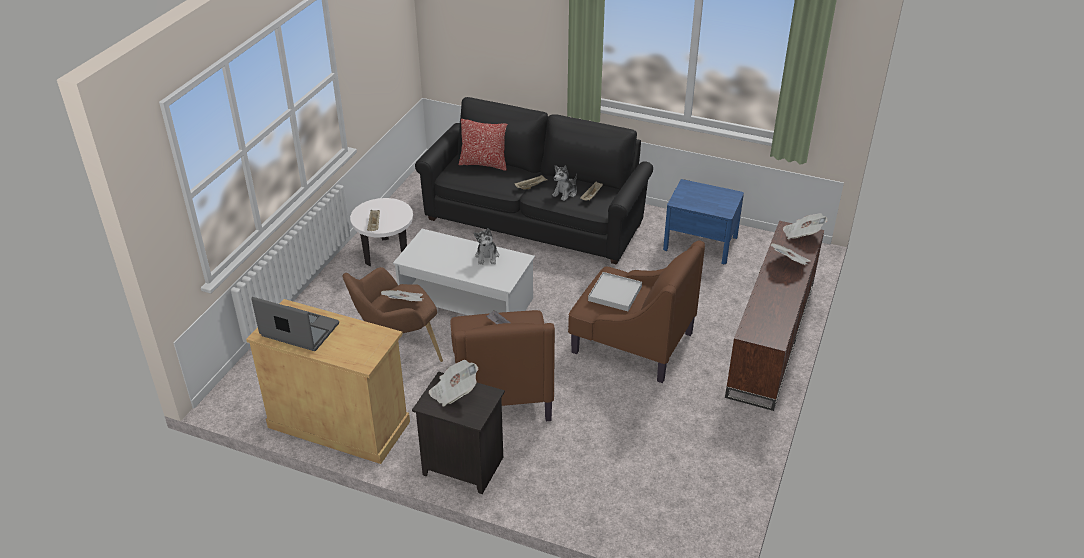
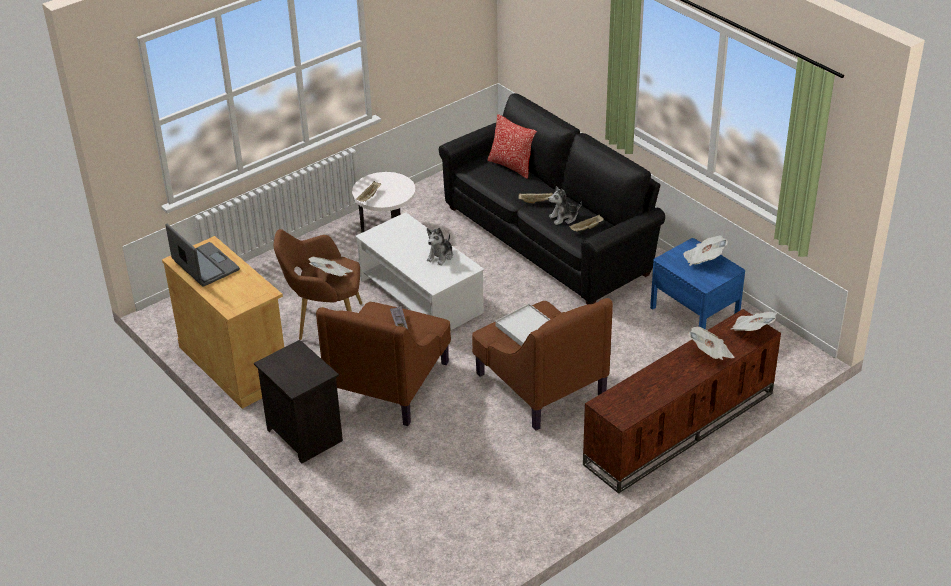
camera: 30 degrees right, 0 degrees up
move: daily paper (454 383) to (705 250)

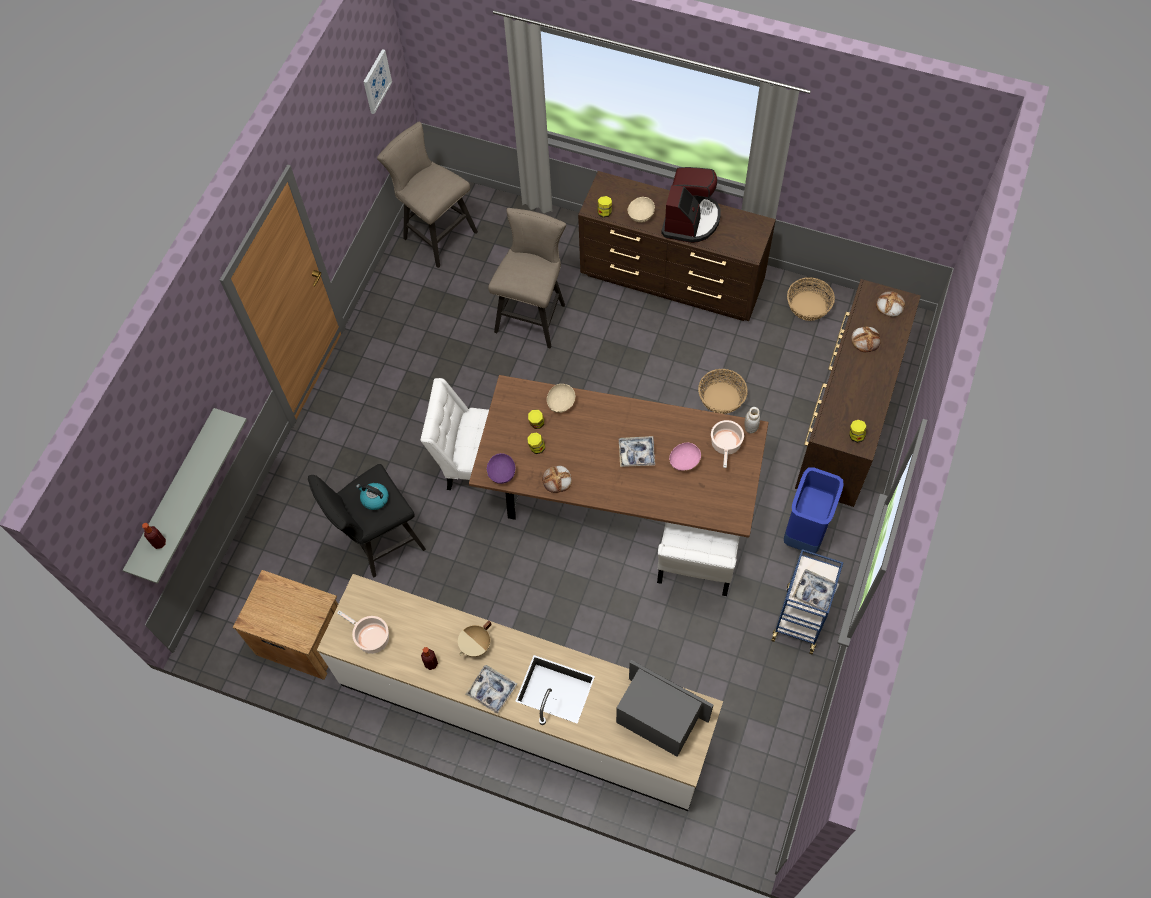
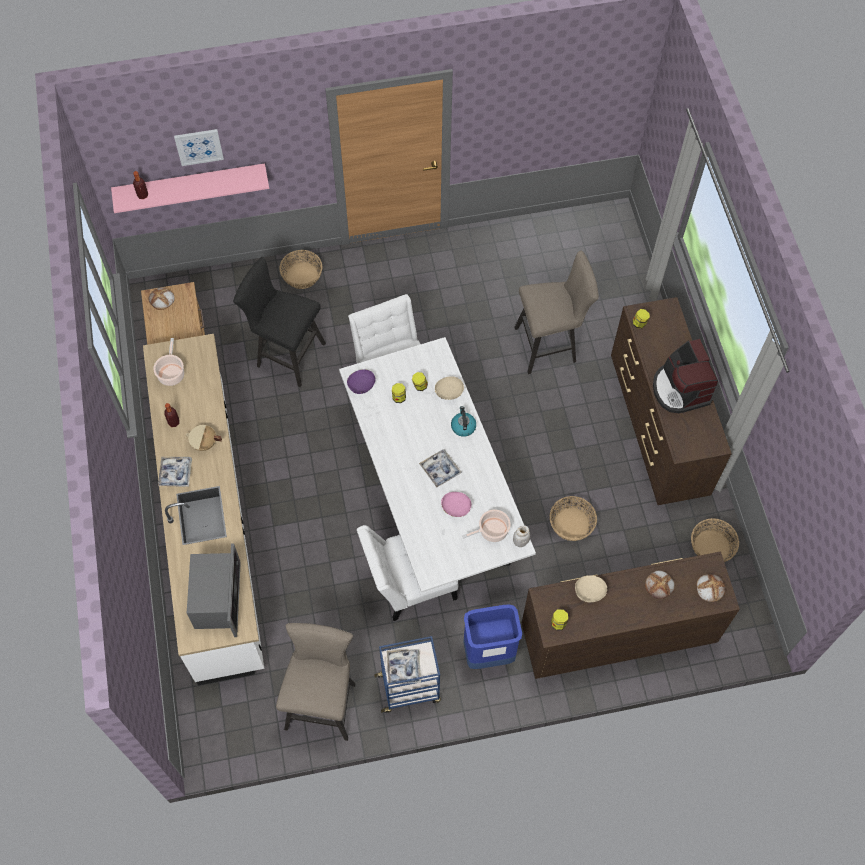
camera: 55 degrees right, 0 degrees up
insert: storage basket (300 269)
move: water kettle (372 496) to (463 421); picture (378 81) to (199 147); sand-coloured stool (427 195) to (315 682); baked bread (557 479) to (162 298); sand-coloured serving bowl (641 210) to (591 589)
recolor: greyish shelf (185 496) to pink shelf (190 188); brown-coloured dinner table (619 456) to whitish dinner table (437 465)
rotate: coffee maker (691 205) = (685 376) 90 degrees clockwise

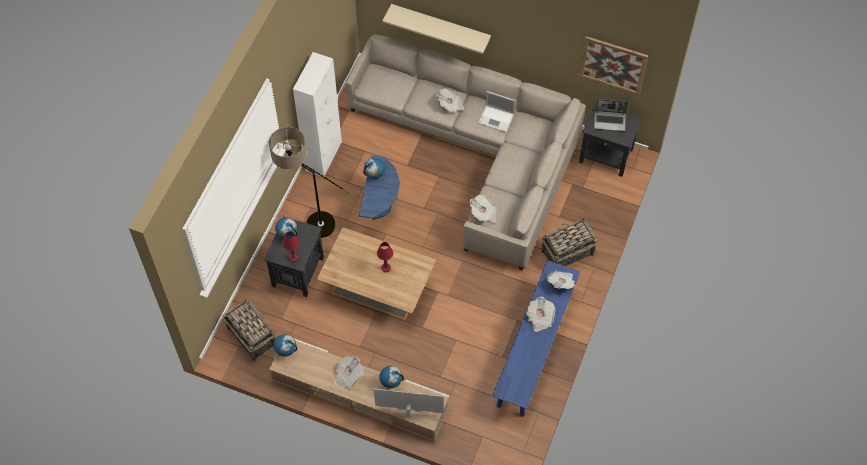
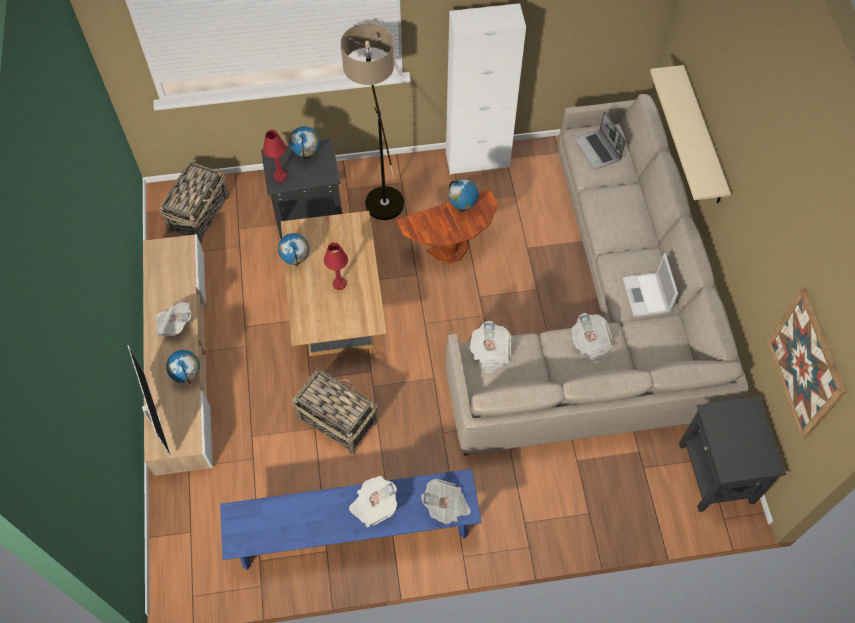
camera: 60 degrees right, 0 degrees up
move: globe (285 345) to (294 250); daily paper (450 100) to (592 338); storage basket (569 242) to (334 411); portable computer (611 115) to (600 140)
recolor: bluish side table (379 187) to brown-coloured side table (447 226)

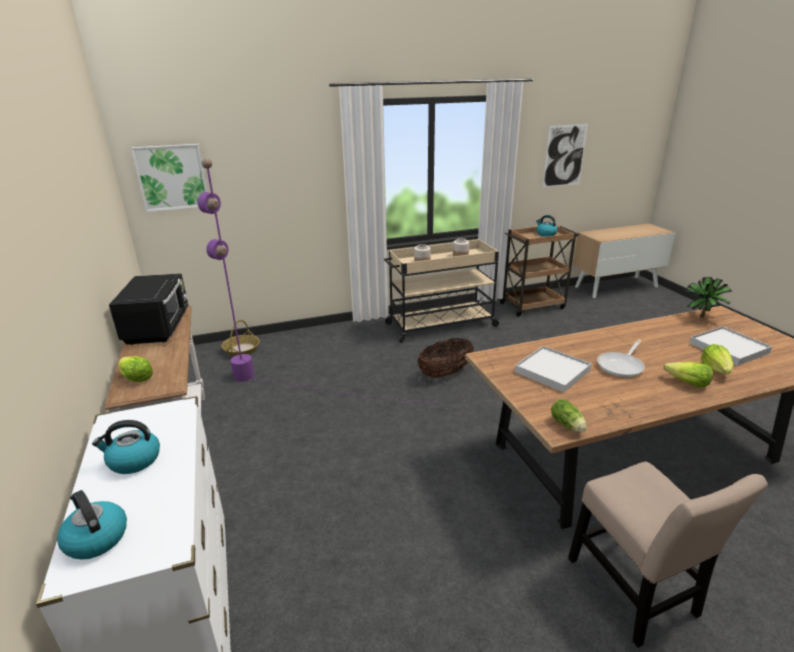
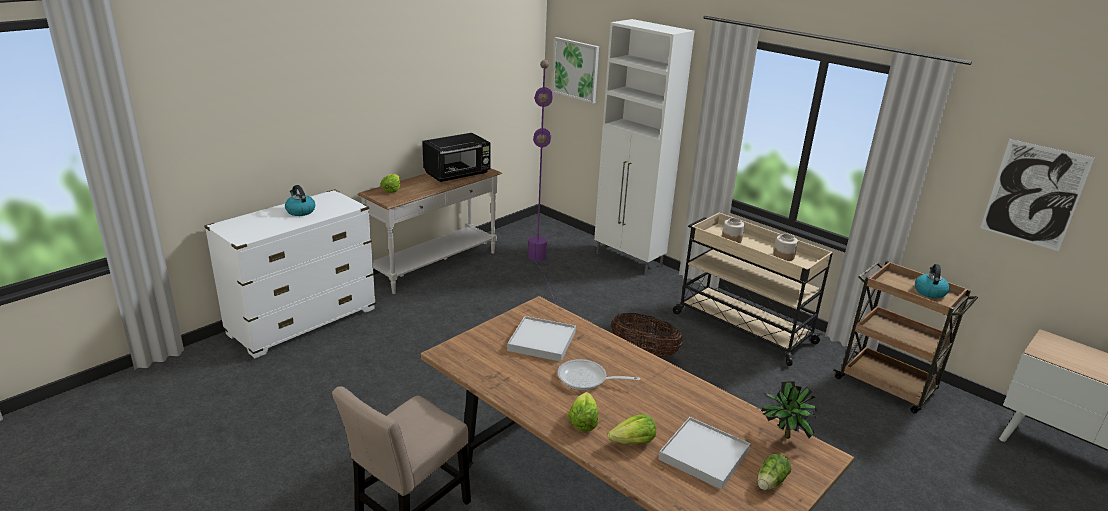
camera: 60 degrees right, 0 degrees up
delete: water kettle (92 525); storage basket (240 338)
insert: whitish cabinet (644 147)
move: head of lettuce (569 416) to (774 472)

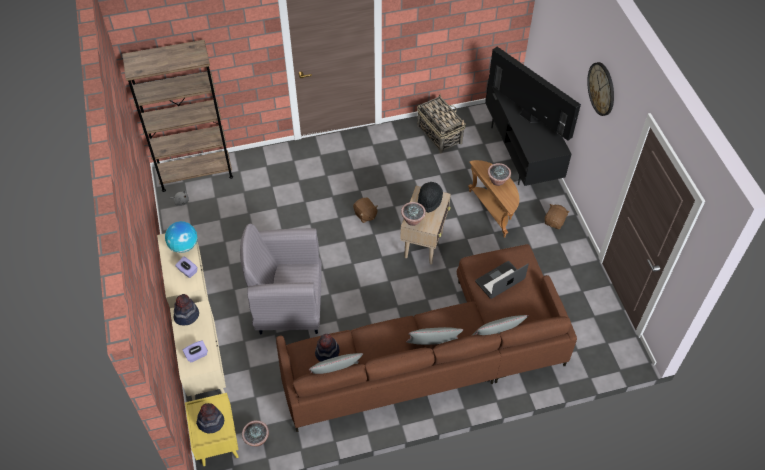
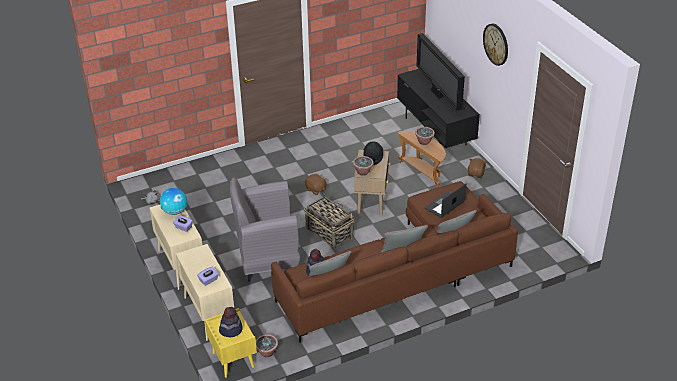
camera: 10 degrees left, 15 degrees down
delete: brown-coloured bookcase (177 116); clothing hat (186 310)
move: storage basket (441 123) to (329 222)
rotate: TV set (534 94) = (441 72) 150 degrees counterclockwise

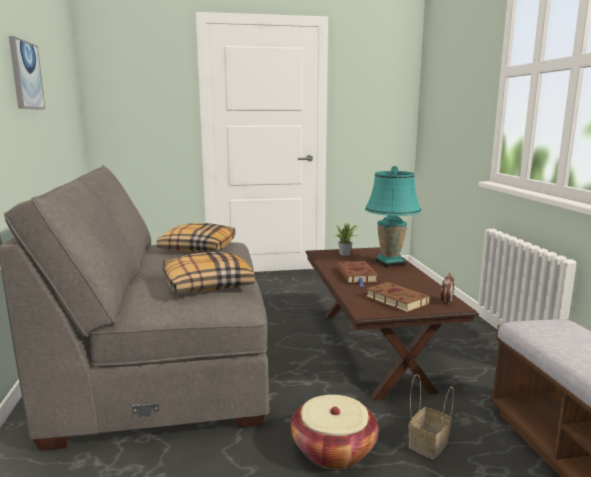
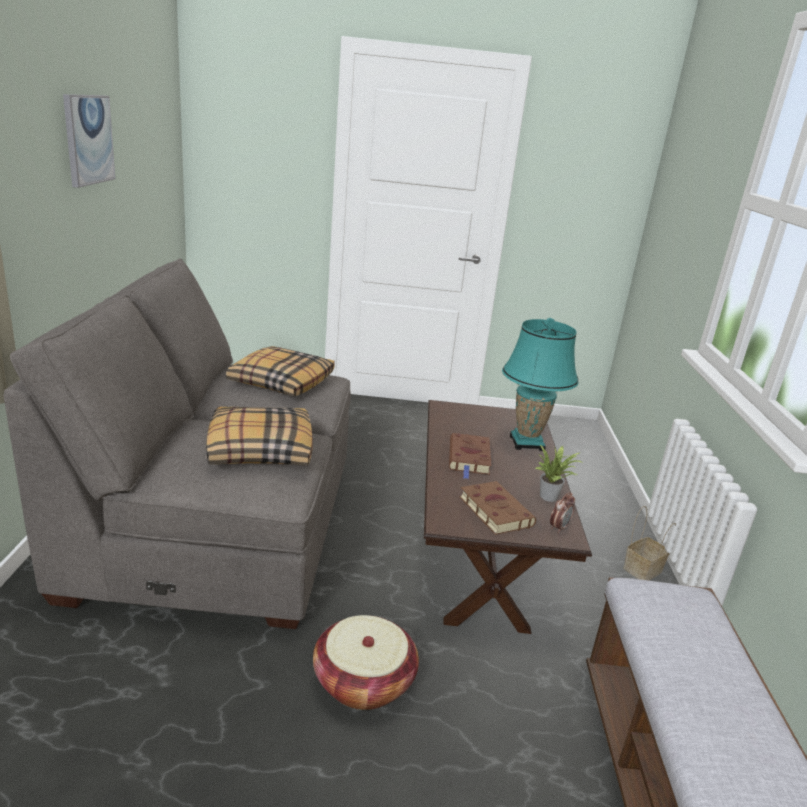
camera: 10 degrees right, 10 degrees up
move: houseplant (347 239) to (559 473); storage basket (431 416) to (649 543)

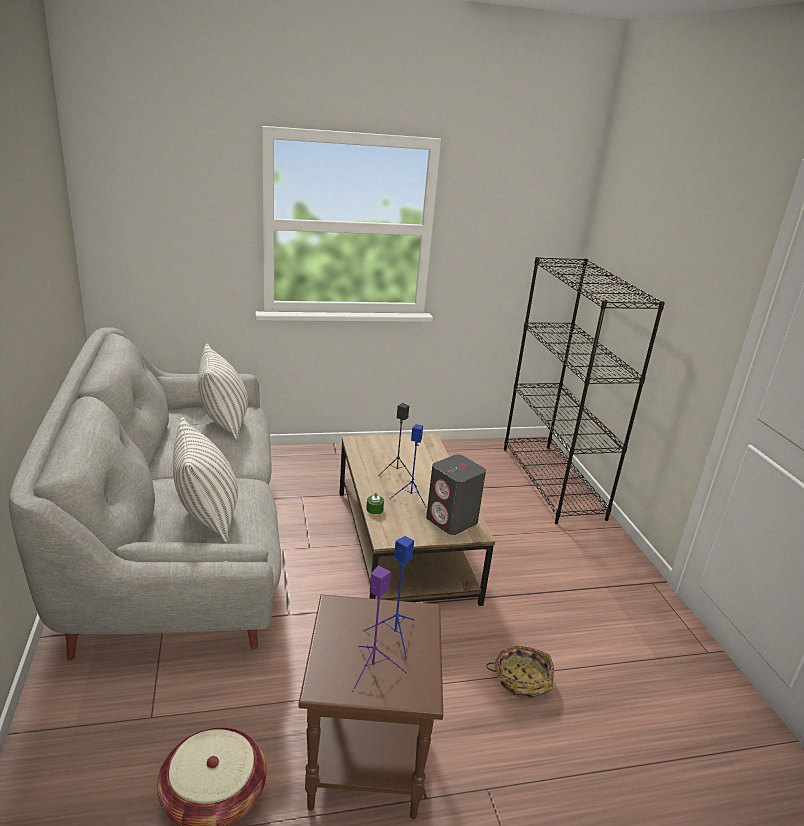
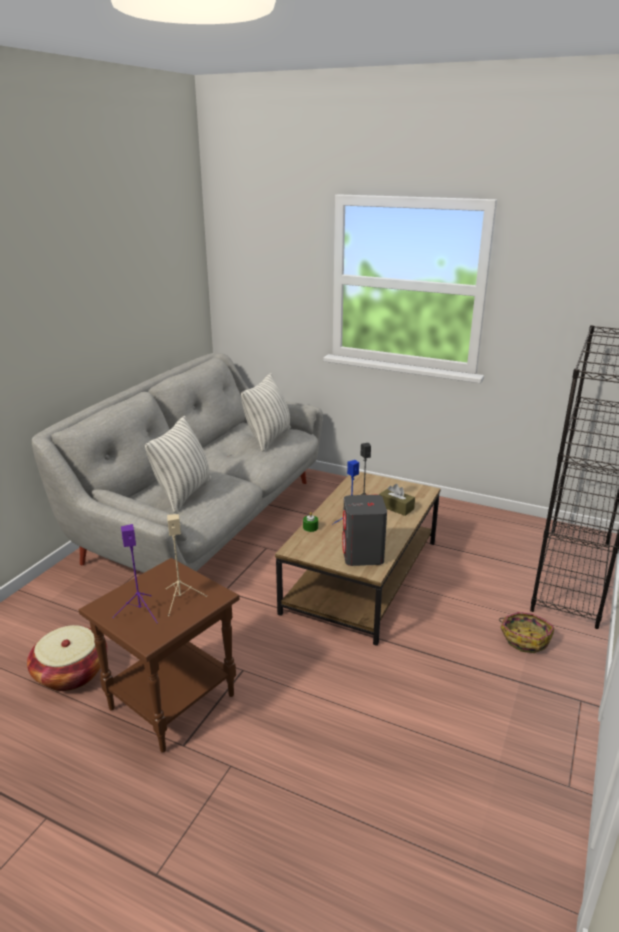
camera: 40 degrees right, 0 degrees up
insert: brown-coloured tissue holder (397 500)
move: storage basket (520 672) to (526 632)
recolor: bluish loudspeaker (389 598) to sand-coloured loudspeaker (186 565)

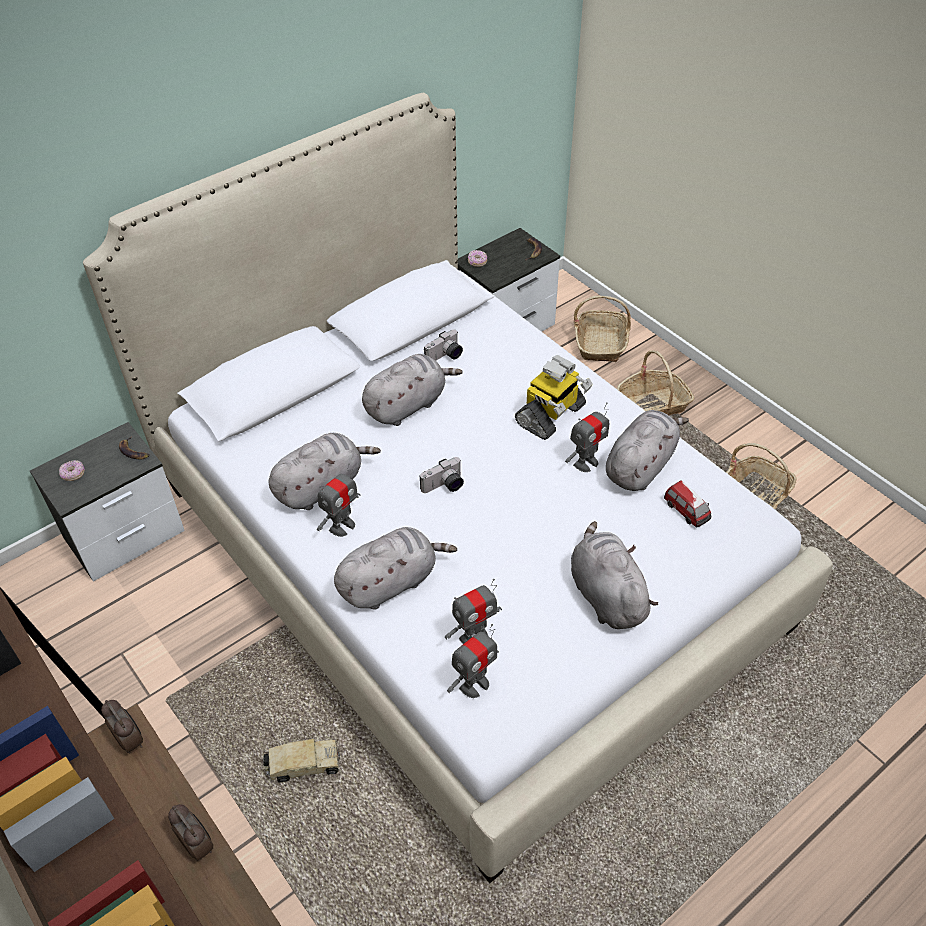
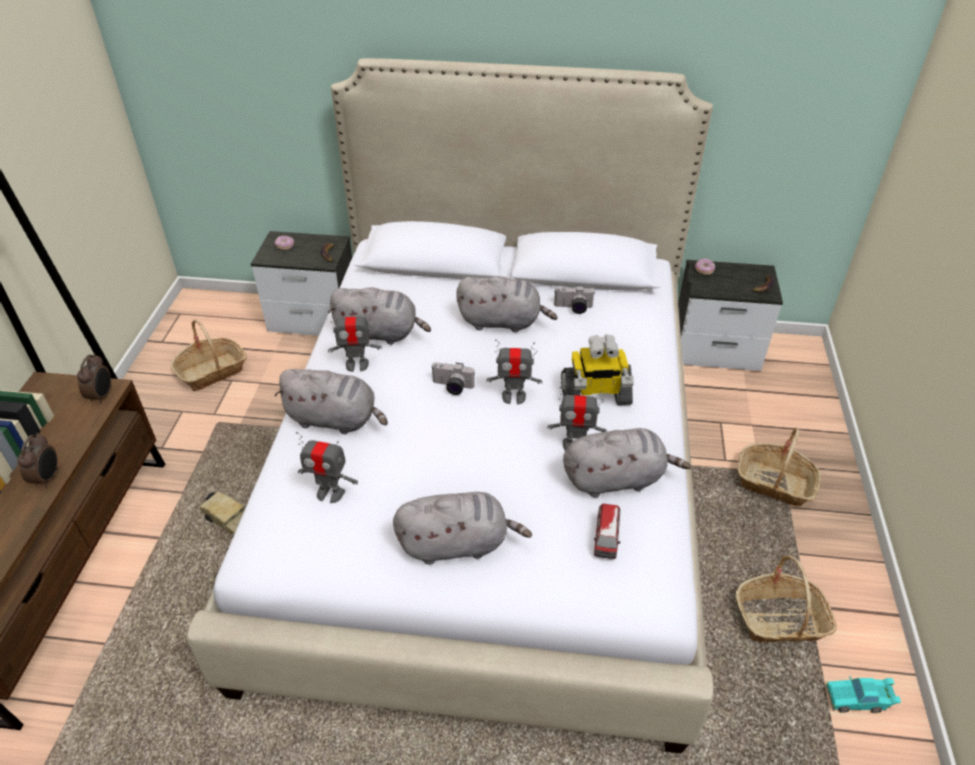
camera: 45 degrees right, 5 degrees down
insert: turquoise toy car (863 694)
move: robot figure (473 661) to (514 371); storage basket (602 329) to (208 355)
rotate: greyish cuddly toy (614 575) = (462 528) 60 degrees clockwise

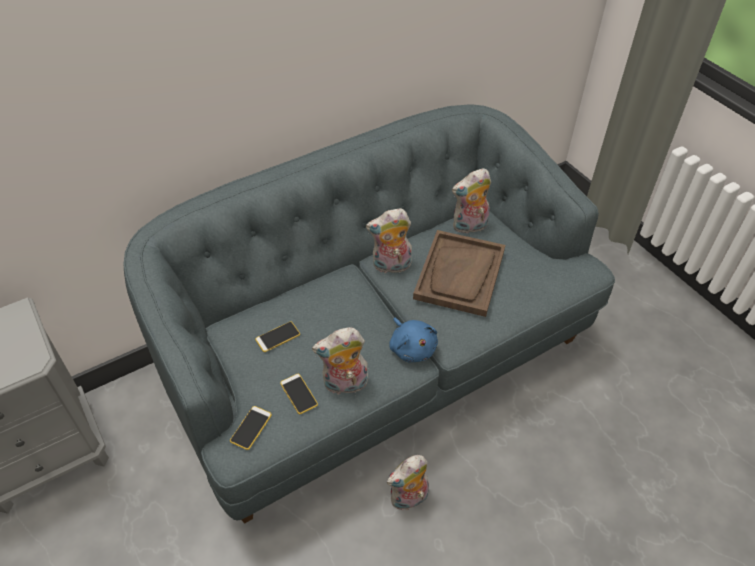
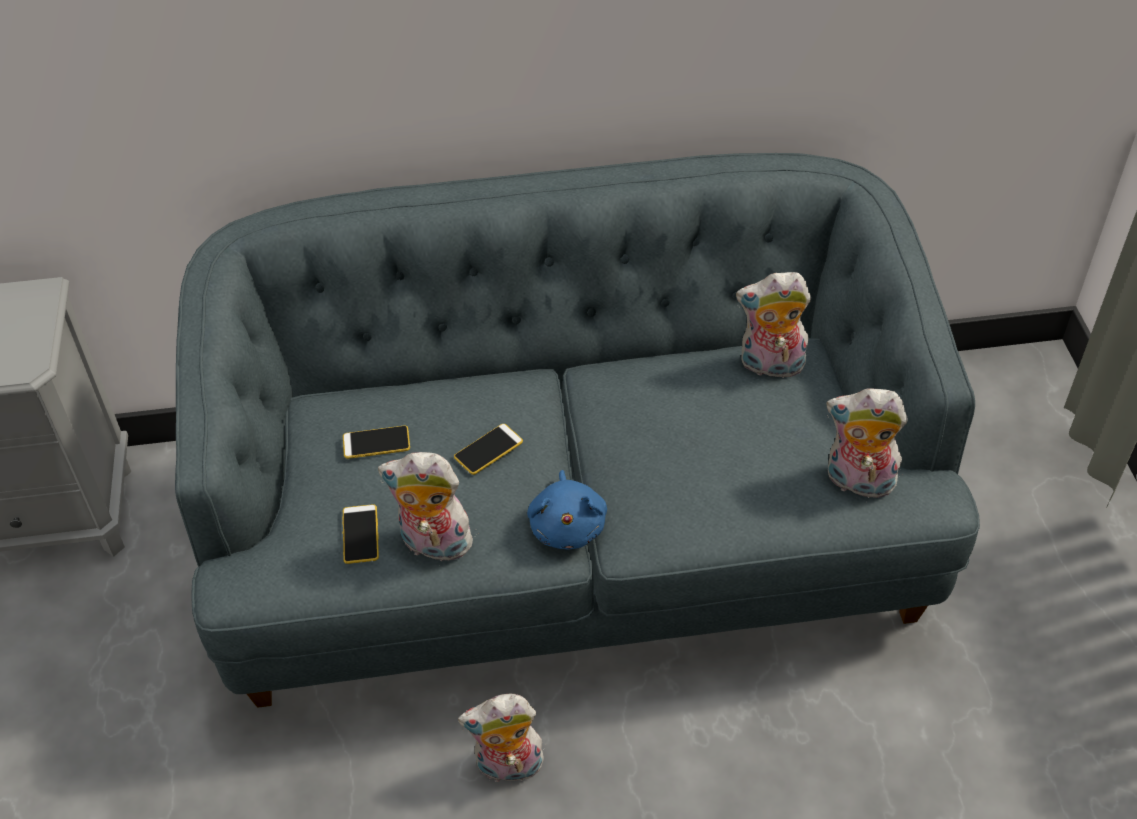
camera: 25 degrees right, 0 degrees up
delete: brown-coloured tray (459 273)
move: phone (251 428) to (488 449); cuddly toy (389 240) to (867 443)

